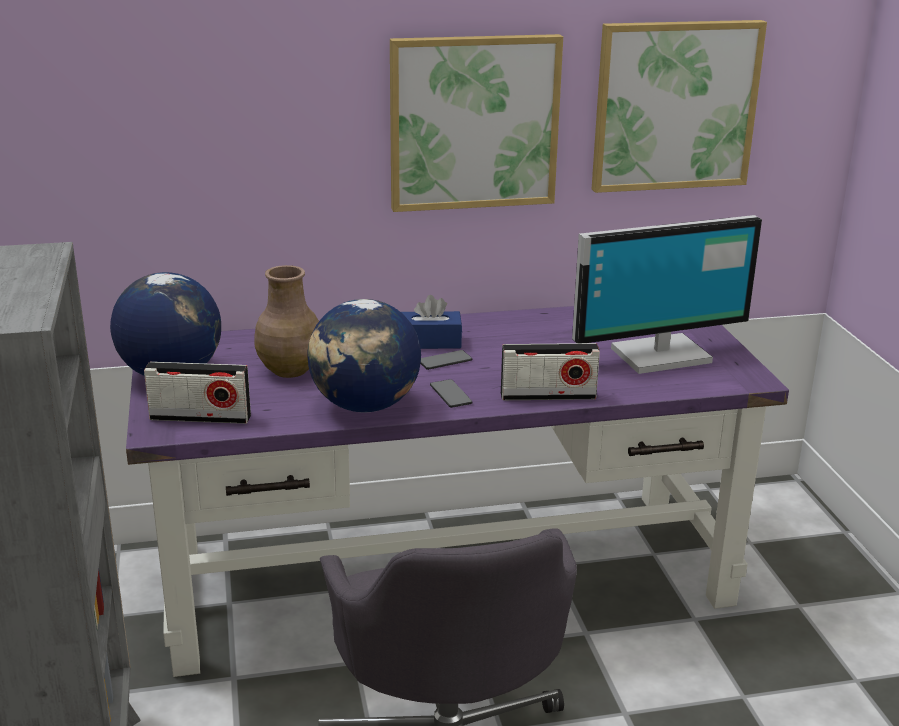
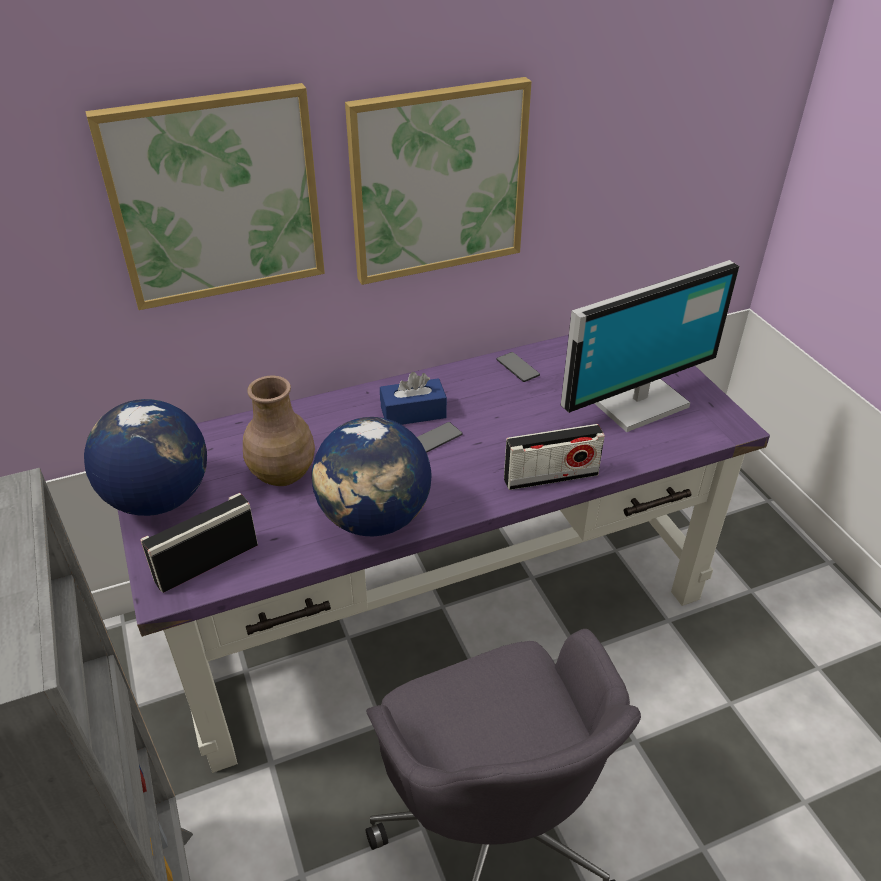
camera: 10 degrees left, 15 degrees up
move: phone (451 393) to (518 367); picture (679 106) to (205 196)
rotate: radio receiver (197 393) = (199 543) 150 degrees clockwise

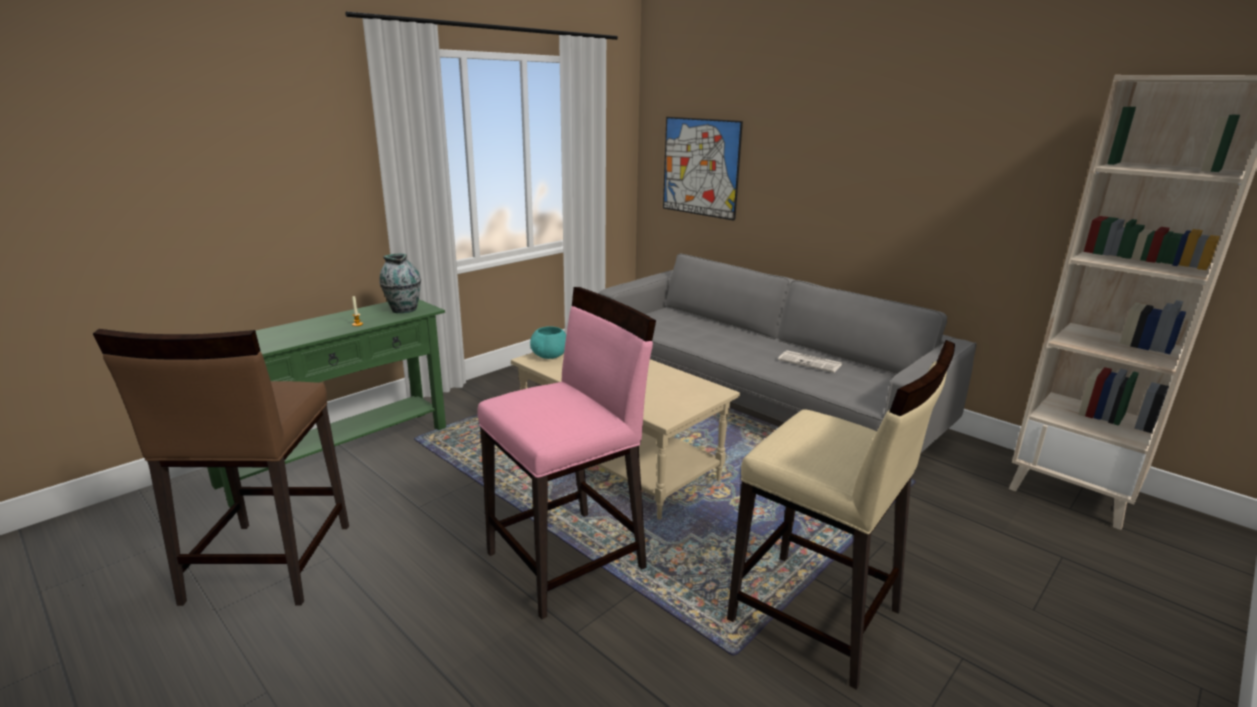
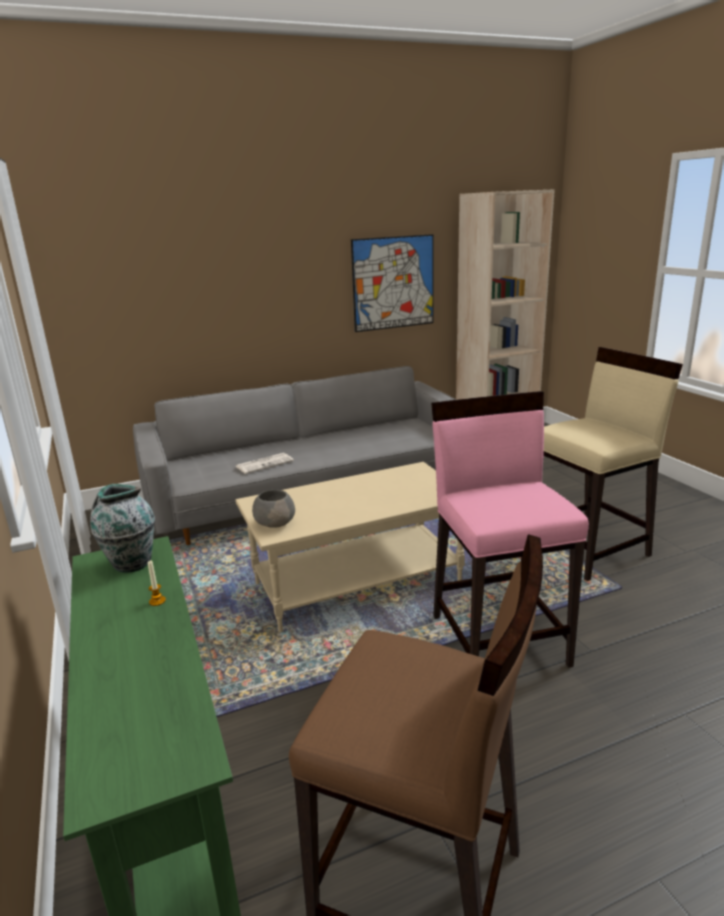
camera: 65 degrees left, 0 degrees up
move: picture (703 169) to (392 283); daily paper (810 361) to (264 463)
recolor: turquoise serving bowl (548 342) to greyish serving bowl (273 509)

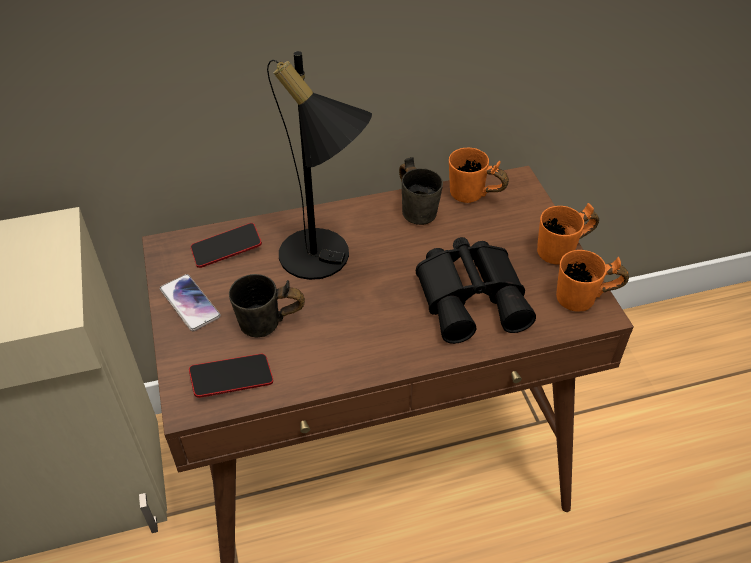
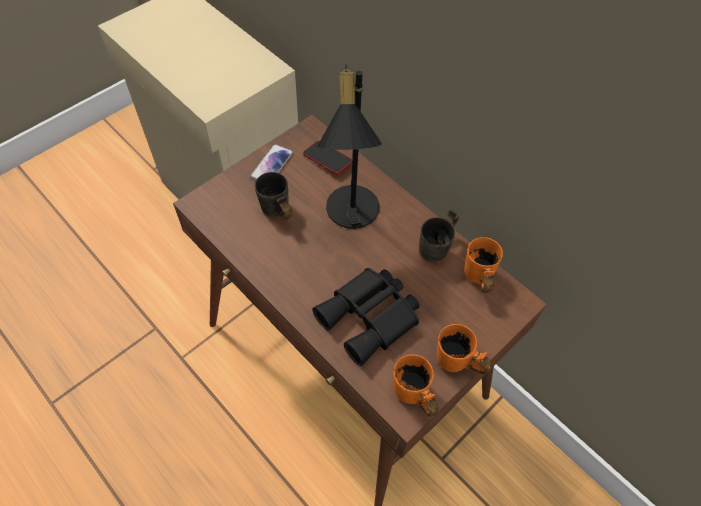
camera: 60 degrees right, 10 degrees up
delete: phone (231 376)

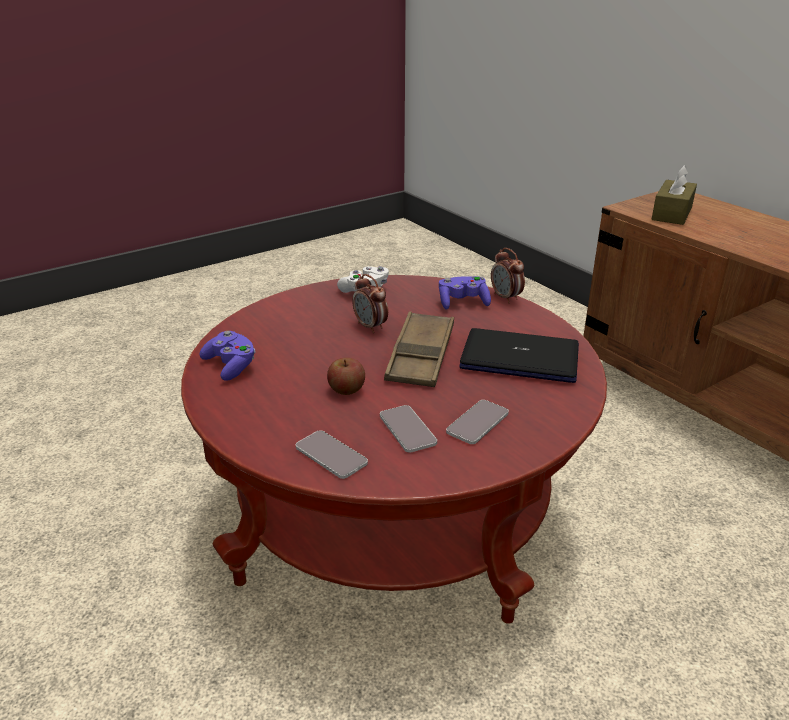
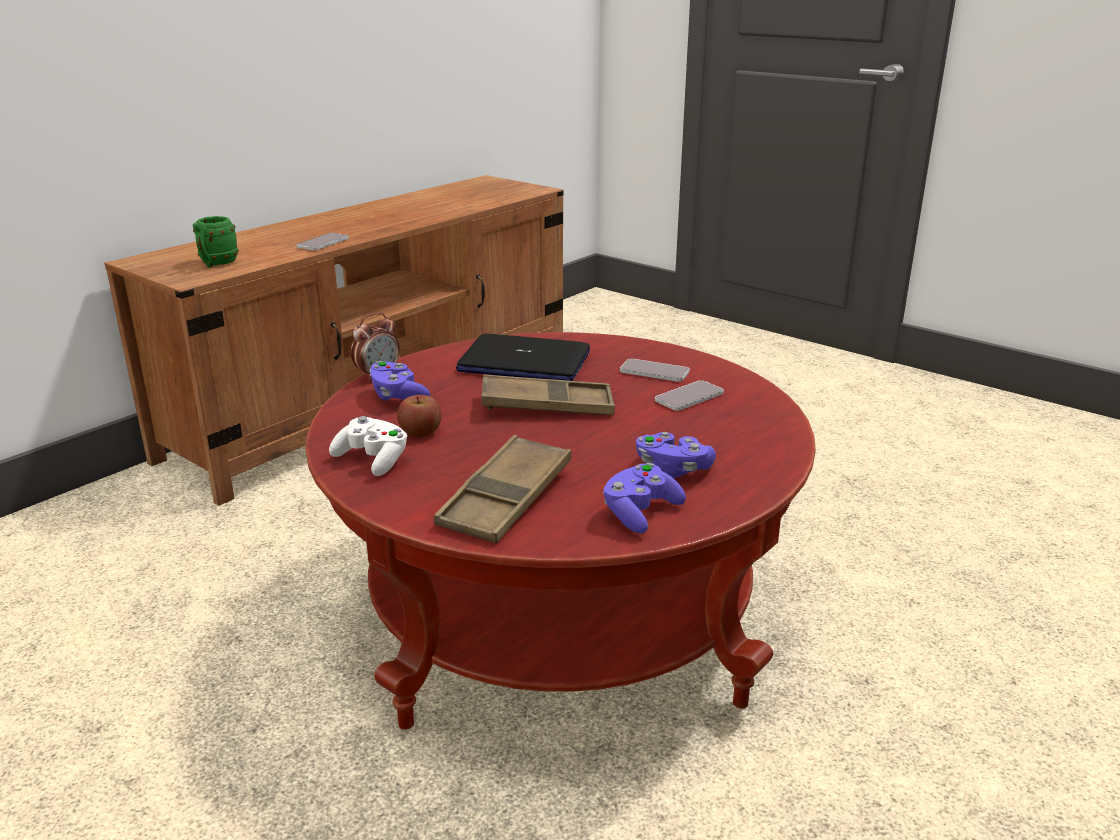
camera: 105 degrees left, 5 degrees down
delete: alarm clock (370 303)
insert: brown-coloured tray (502 489); purplish gamepad (676 455)
move: phone (332 454) to (323 241); whole apple (346 376) to (419 416)
replace: brown-coloured tissue holder (674 195) to green tea mug (216 241)
rotate: portable computer (519 355) = (523 357) 75 degrees counterclockwise

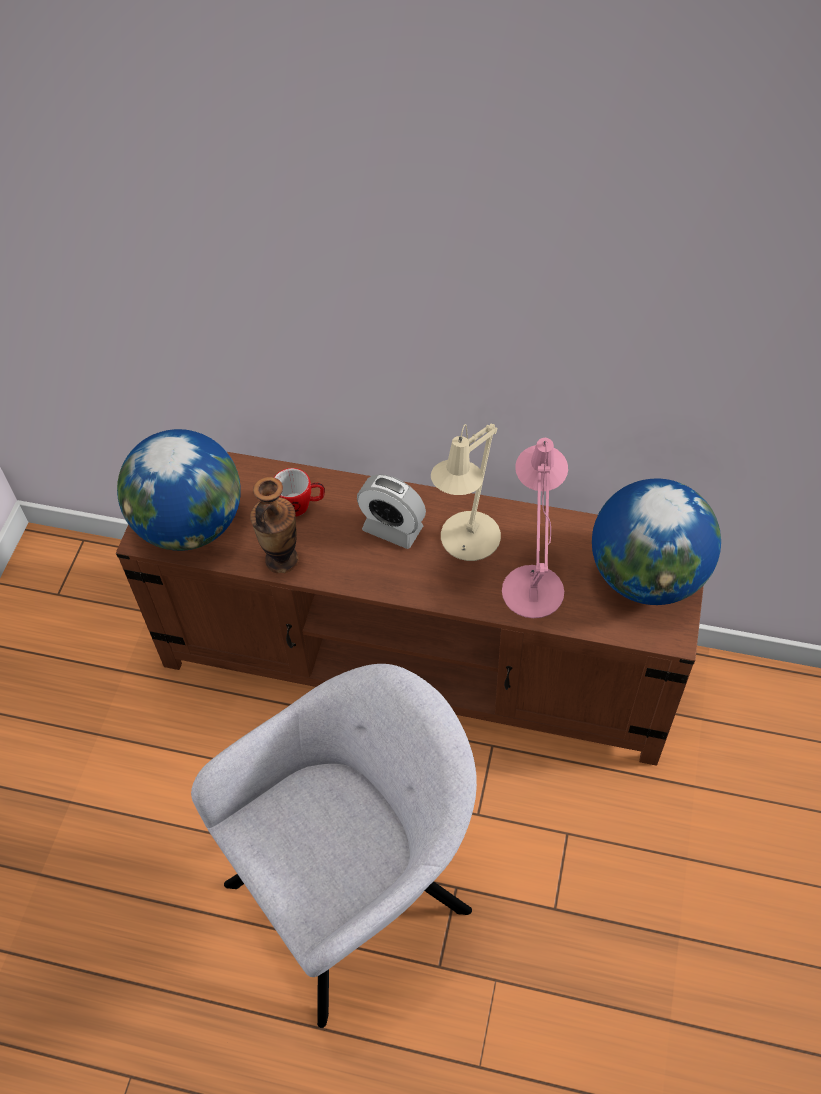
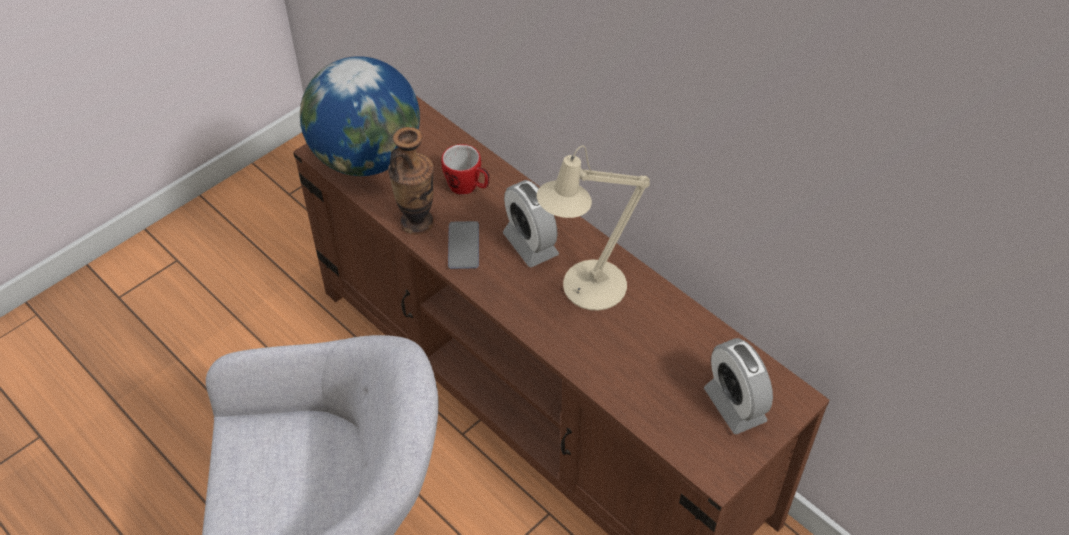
camera: 30 degrees right, 5 degrees down
delete: pink tabletop lamp (535 528)
insert: phone (463 245)
replace: globe (656 542) to alarm clock (738 386)

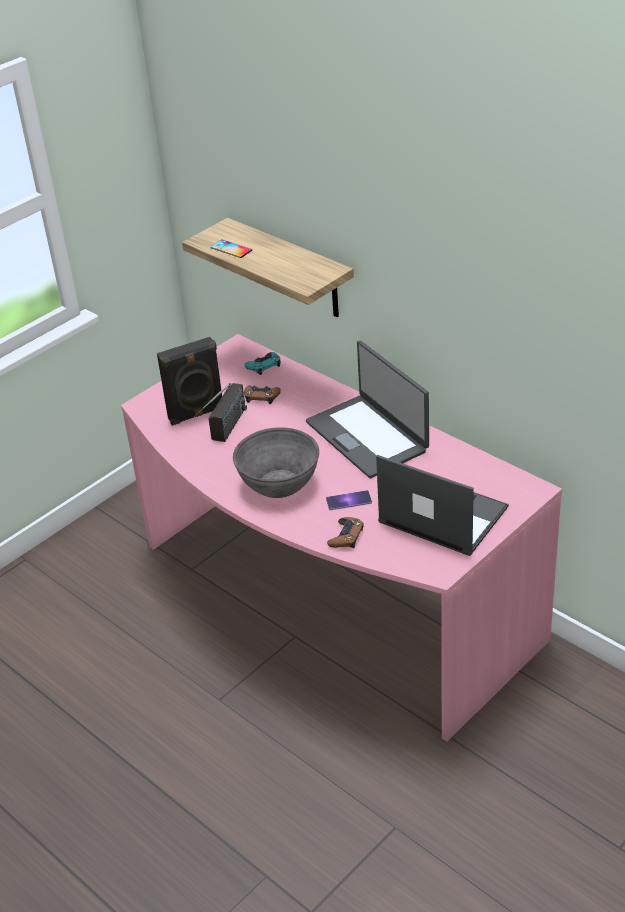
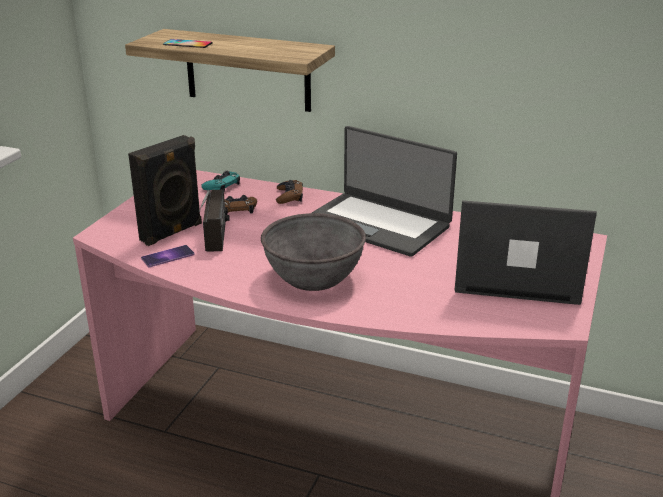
camera: 25 degrees left, 10 degrees down
move: phone (349 500) to (168 256); brown-coloured gamepad (345 532) to (289 192)

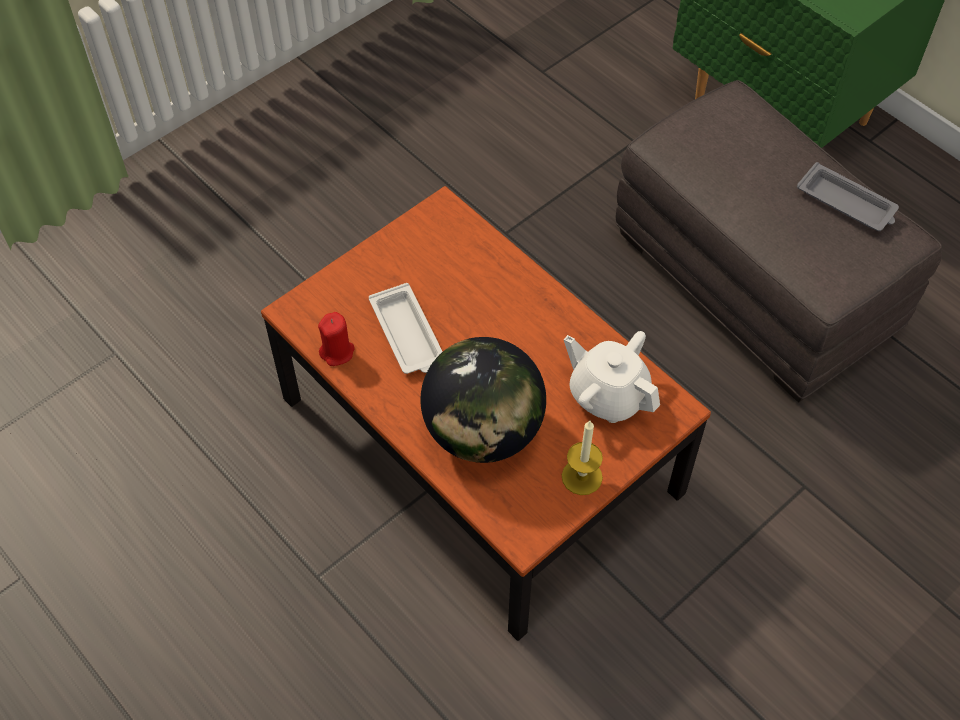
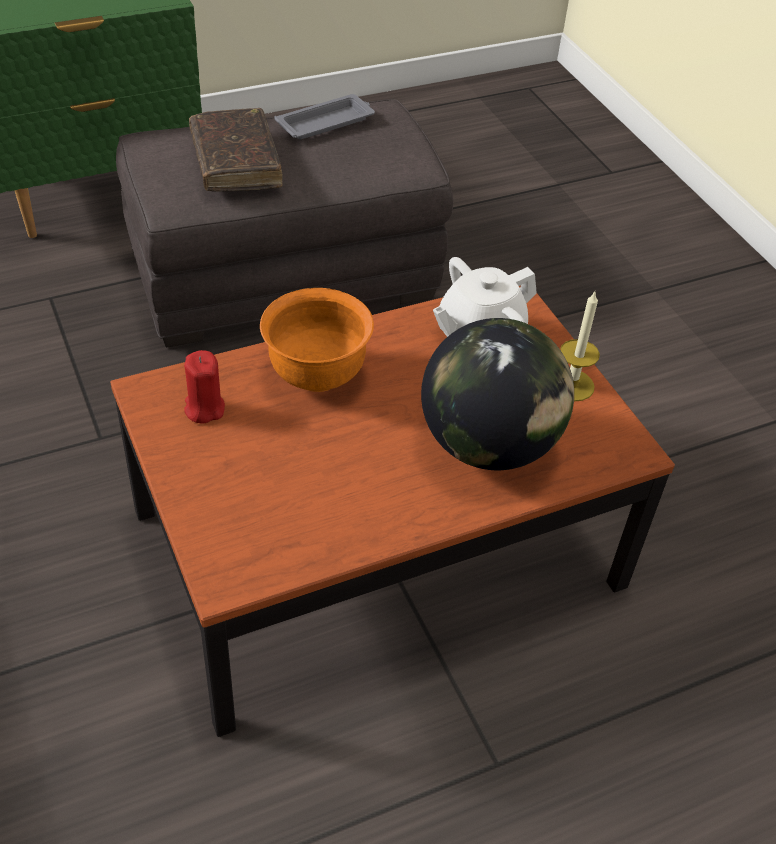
camera: 75 degrees left, 10 degrees down
delete: whitish tray (406 328)
insert: brown-coloured book (236 150); orange-coloured serving bowl (317 340)
move: red candle (336 339) to (204 386)

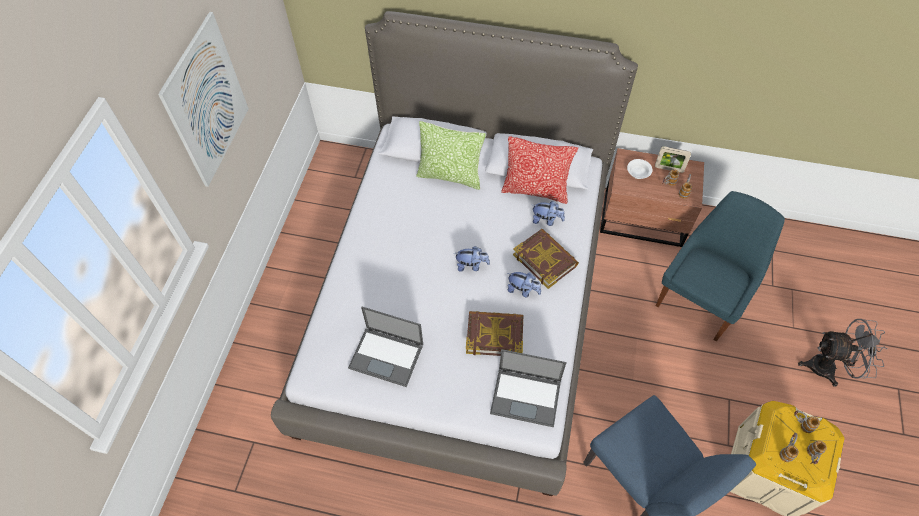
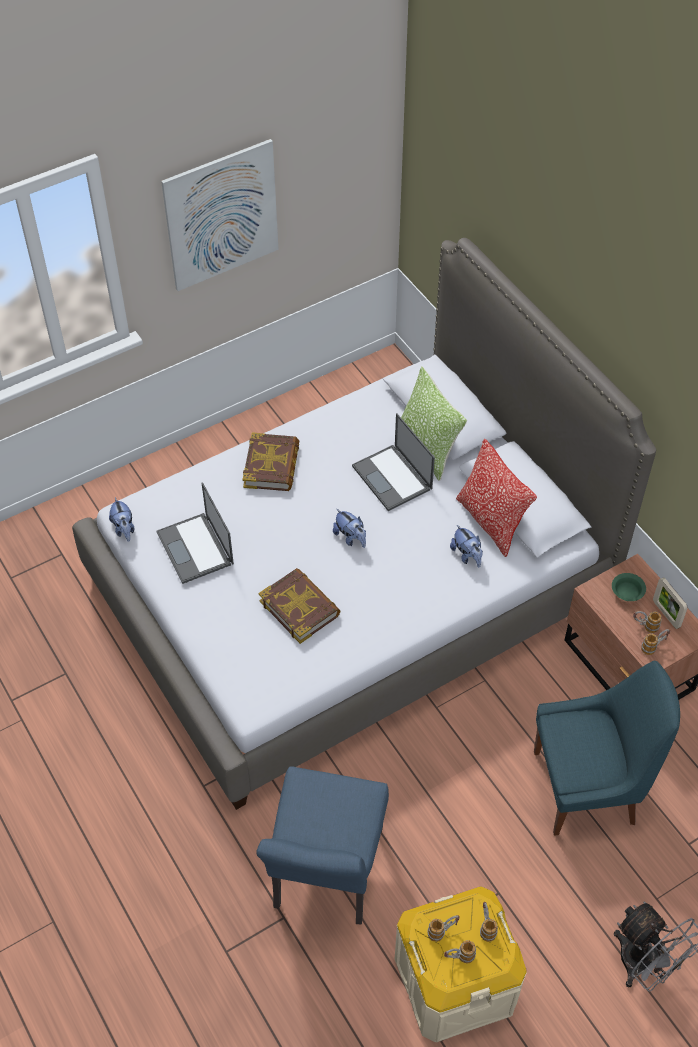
camera: 45 degrees right, 5 degrees down
move: portable computer (528 388) to (393 462); cuddly toy (524 284) to (121 519); book (546 259) to (271 461)
recolor: whitish serving bowl (639 169) to green serving bowl (629 587)

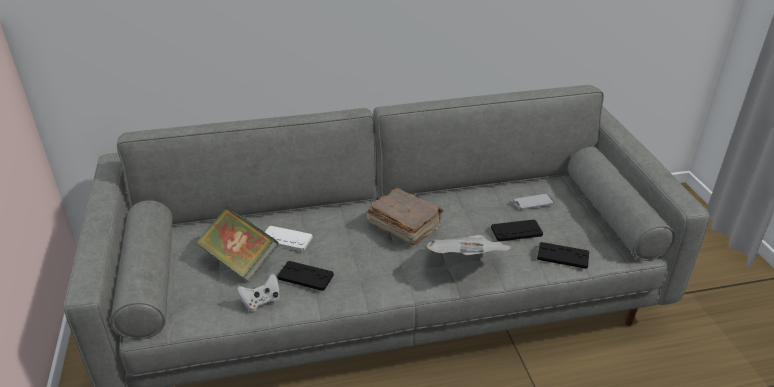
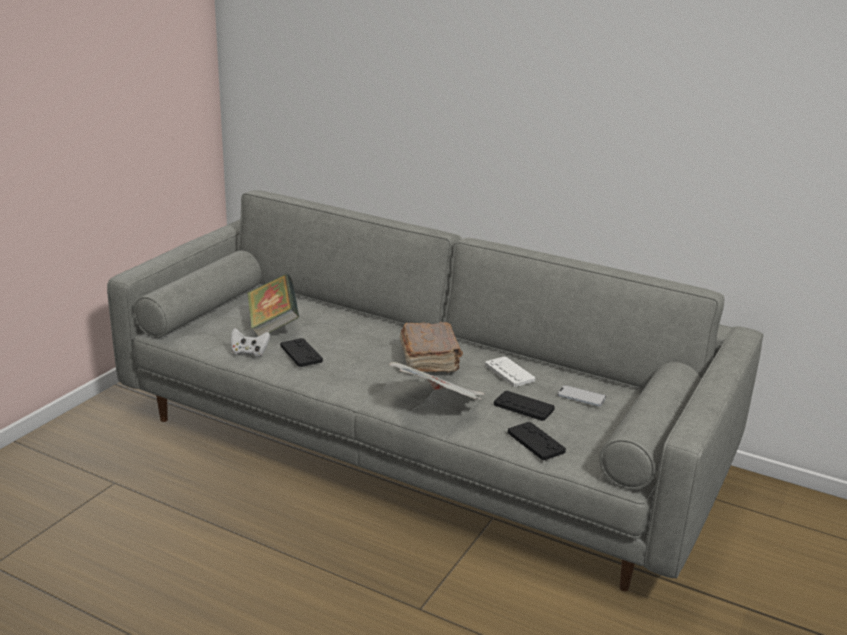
camera: 40 degrees right, 10 degrees down
move: whitish gamepad (289 238) to (510 372)

